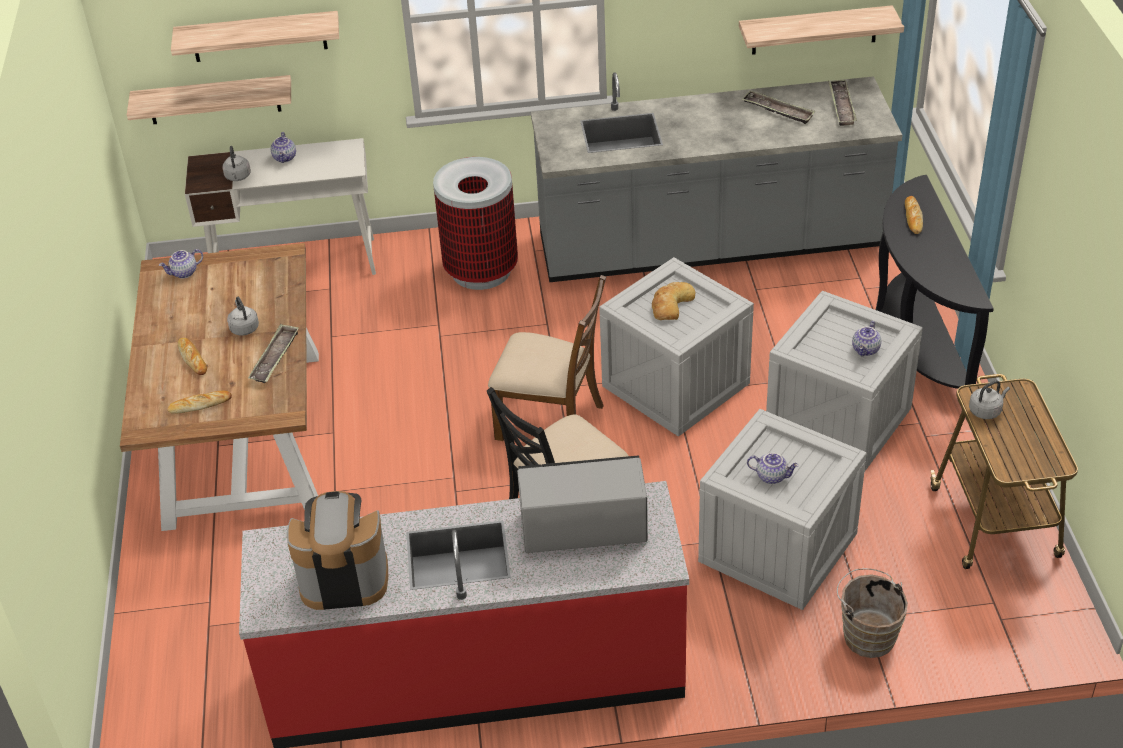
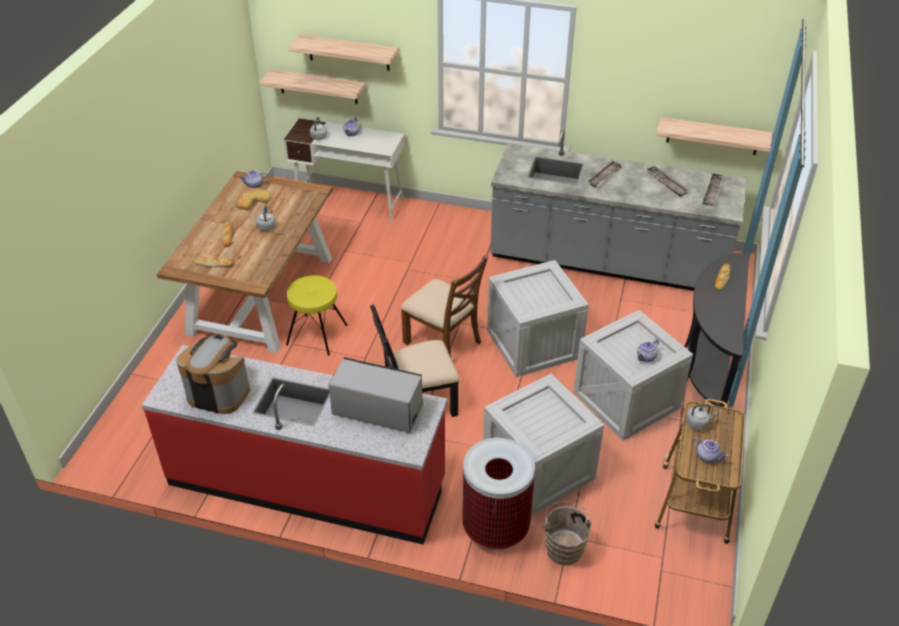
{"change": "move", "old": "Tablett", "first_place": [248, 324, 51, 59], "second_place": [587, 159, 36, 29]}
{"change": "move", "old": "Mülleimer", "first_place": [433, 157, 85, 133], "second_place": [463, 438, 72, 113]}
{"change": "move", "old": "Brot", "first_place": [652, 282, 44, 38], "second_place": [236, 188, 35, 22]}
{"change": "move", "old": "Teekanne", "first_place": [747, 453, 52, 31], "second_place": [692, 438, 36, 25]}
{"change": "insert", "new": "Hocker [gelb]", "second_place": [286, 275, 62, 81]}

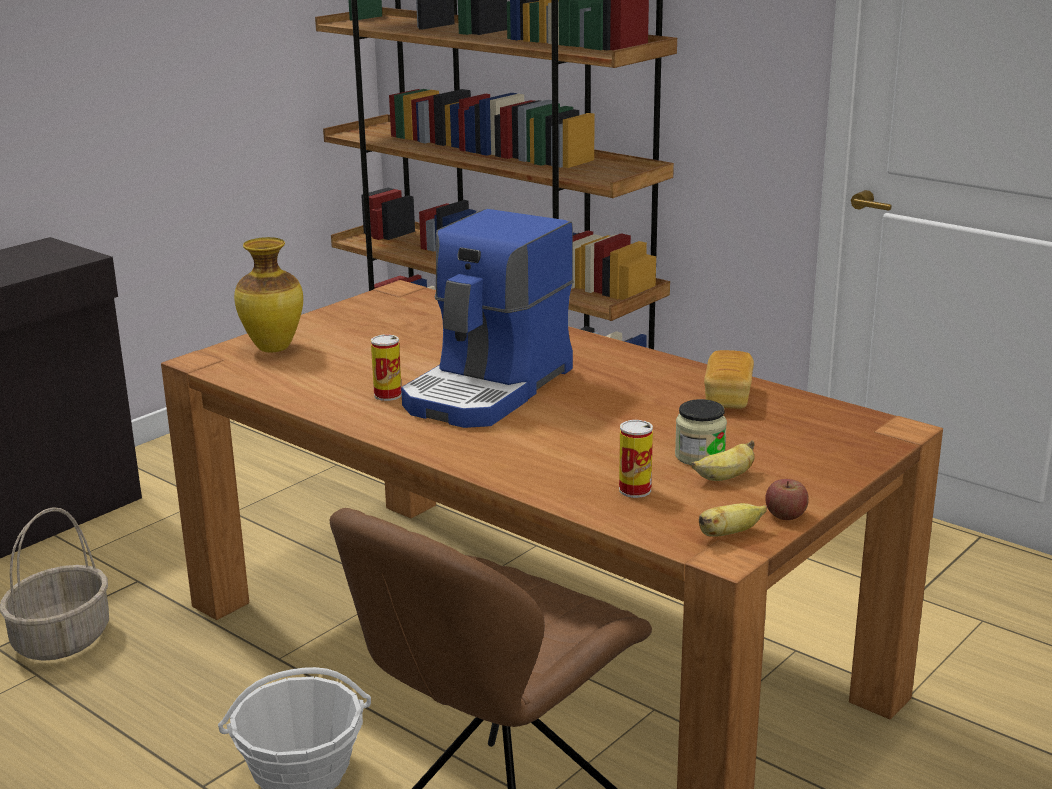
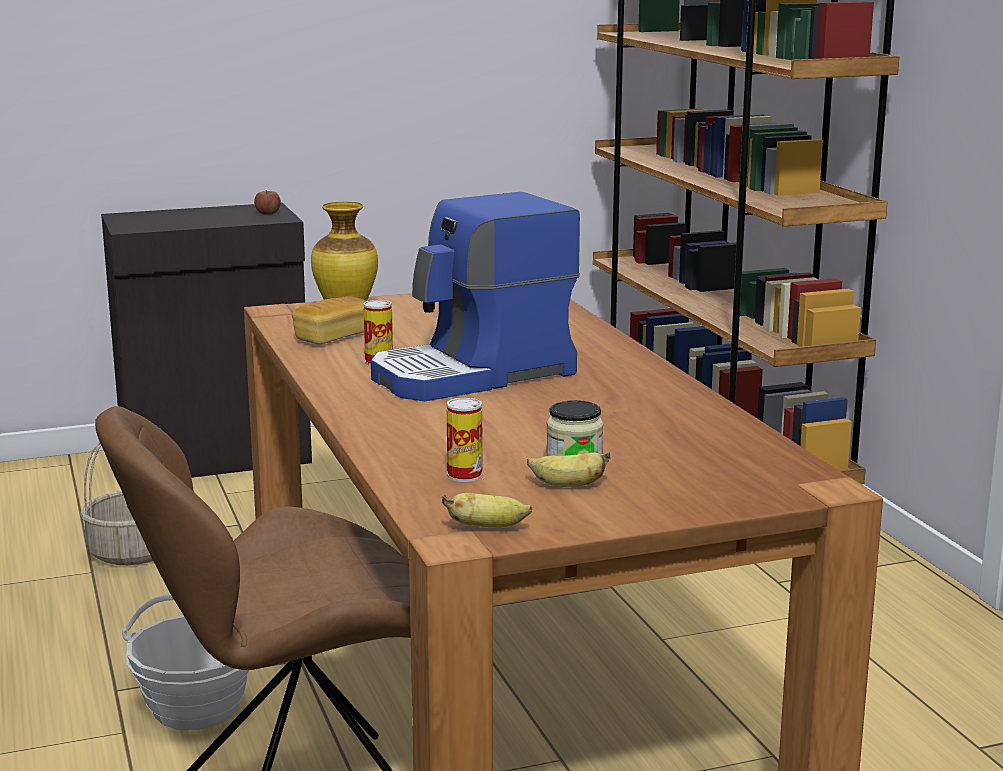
{"change": "move", "old": "Brot", "first_place": [704, 350, 50, 59], "second_place": [292, 296, 74, 48]}
{"change": "move", "old": "Apfel", "first_place": [765, 479, 44, 41], "second_place": [254, 190, 27, 25]}

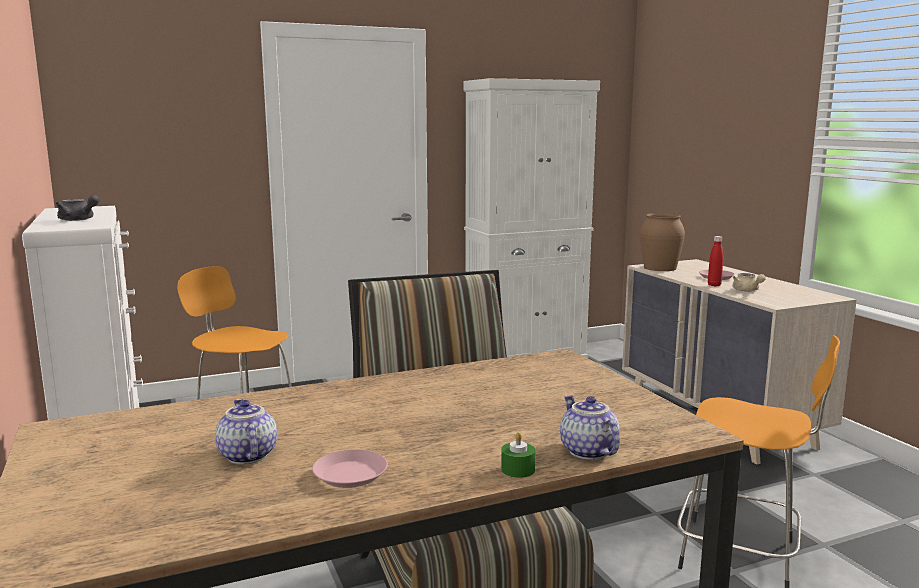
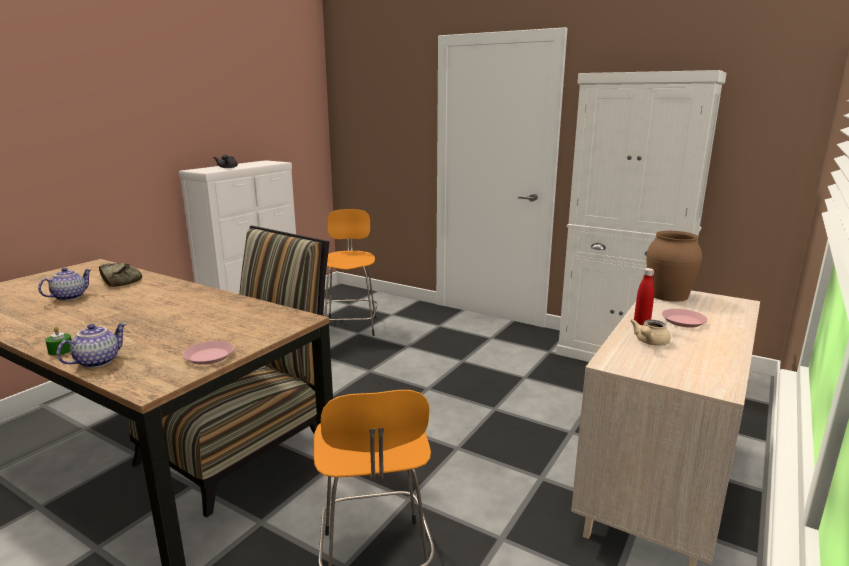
{"change": "move", "old": "Teller [rosa]", "first_place": [312, 449, 76, 39], "second_place": [183, 341, 51, 24]}
{"change": "insert", "new": "Brot", "second_place": [99, 263, 43, 24]}

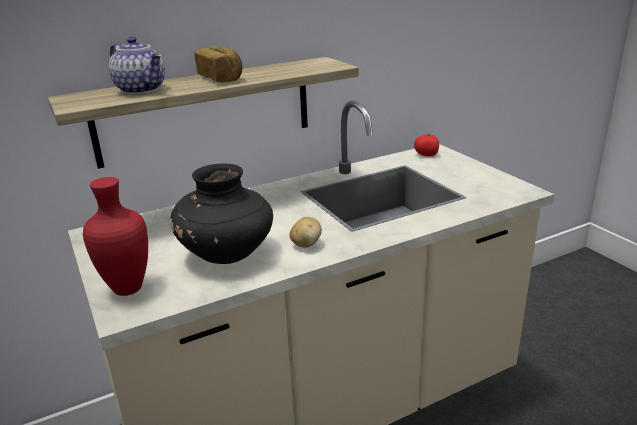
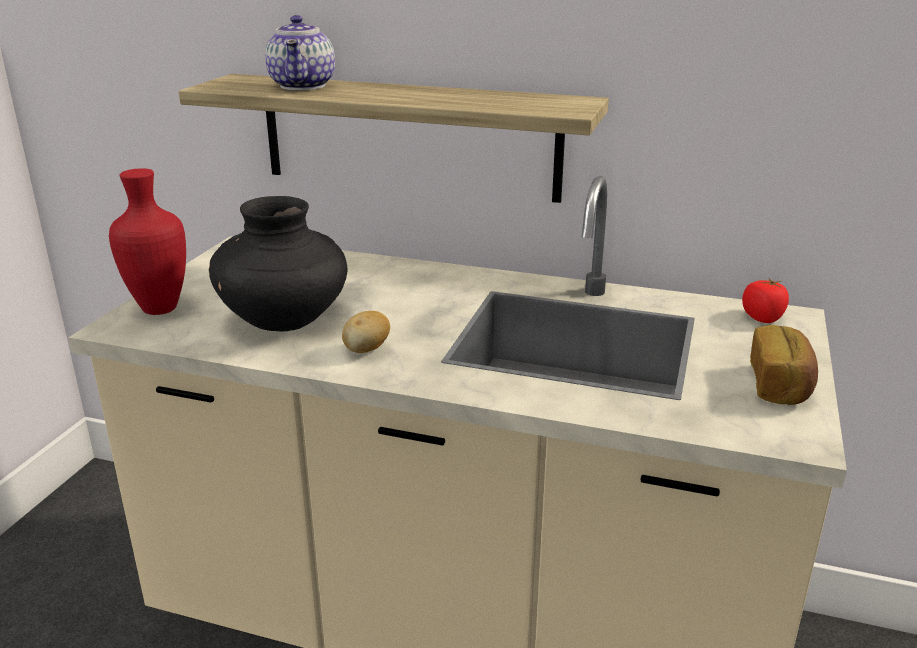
{"change": "move", "old": "Brot", "first_place": [194, 46, 48, 36], "second_place": [750, 325, 68, 80]}

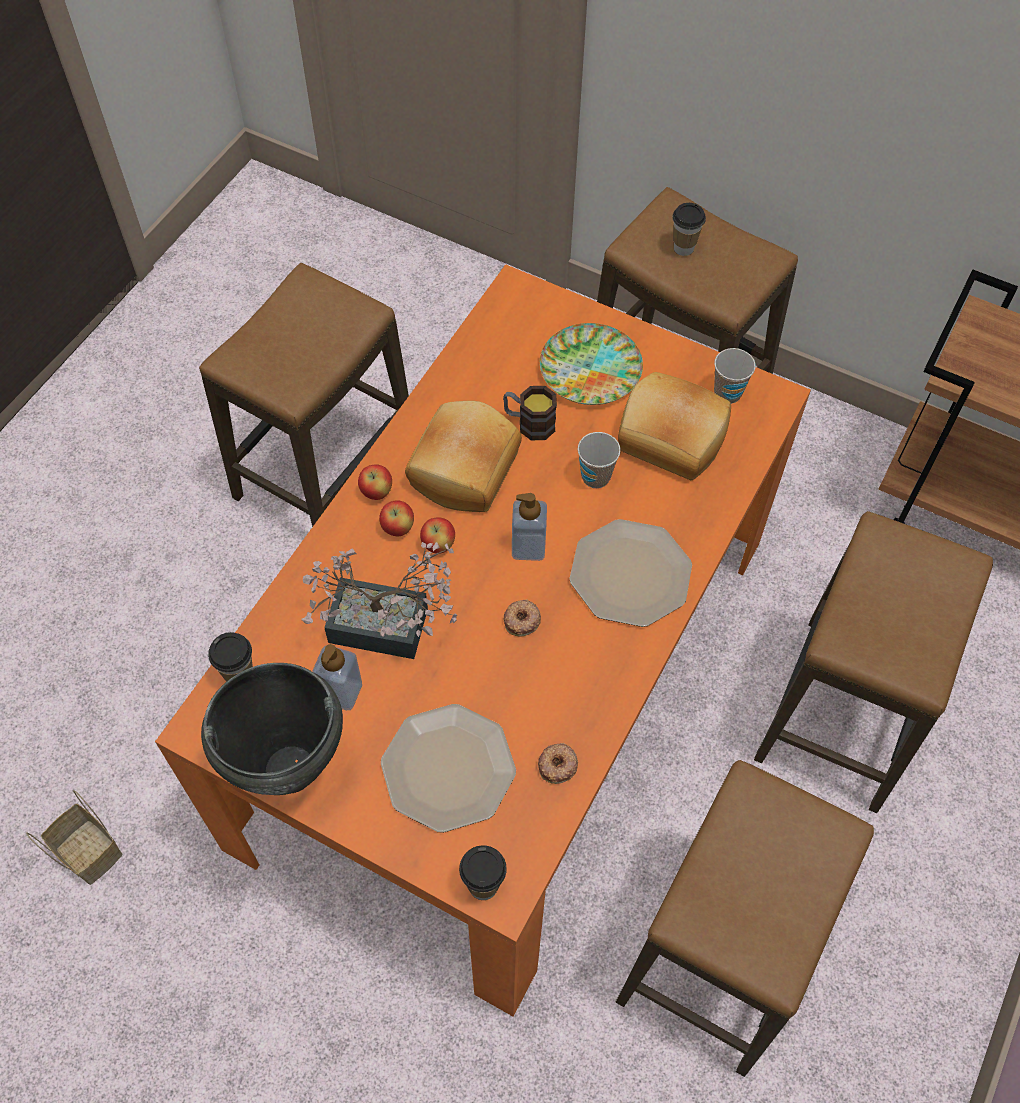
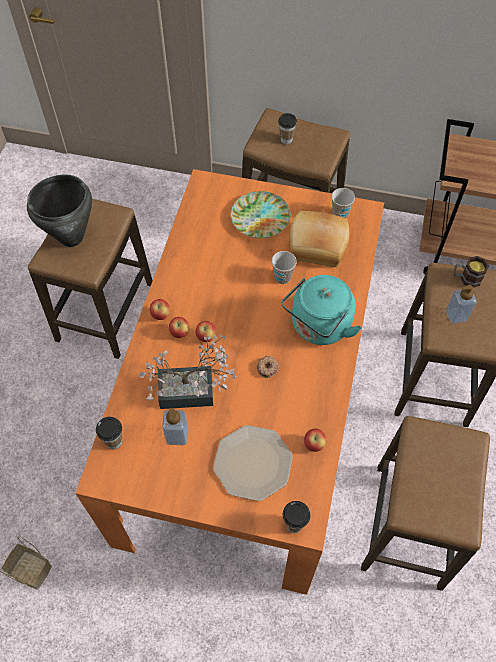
{"change": "move", "old": "Kochtopf [schwarz]", "first_place": [201, 663, 142, 132], "second_place": [27, 175, 65, 72]}
{"change": "delete", "old": "Brot", "first_place": [405, 401, 117, 111]}
{"change": "move", "old": "Henkelbecher", "first_place": [503, 386, 54, 54], "second_place": [453, 256, 36, 32]}
{"change": "move", "old": "Seifenspender", "first_place": [512, 493, 35, 68], "second_place": [446, 285, 31, 39]}
{"change": "replace", "old": "Donut", "new": "Apfel", "first_place": [538, 743, 40, 41], "second_place": [304, 428, 22, 24]}
{"change": "replace", "old": "Teller", "new": "Wasserkessel [türkis]", "first_place": [569, 519, 123, 108], "second_place": [282, 275, 80, 70]}

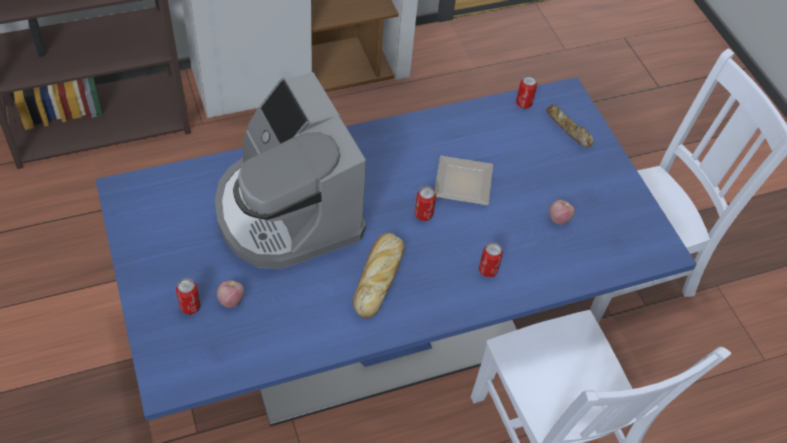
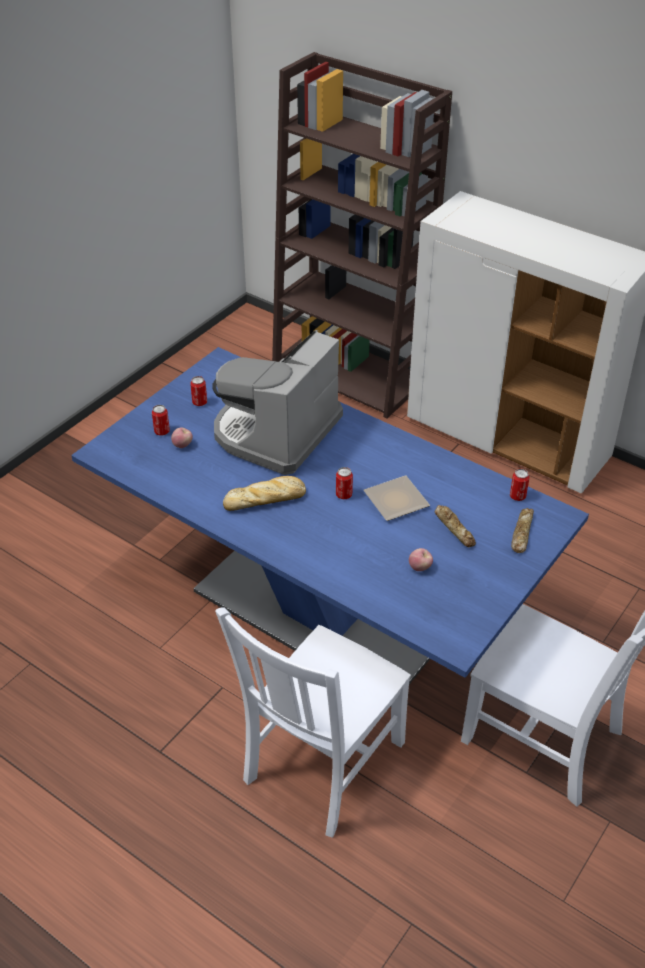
{"change": "move", "old": "Dose", "first_place": [479, 242, 24, 35], "second_place": [190, 376, 17, 30]}
{"change": "insert", "new": "Brot", "second_place": [435, 505, 41, 43]}

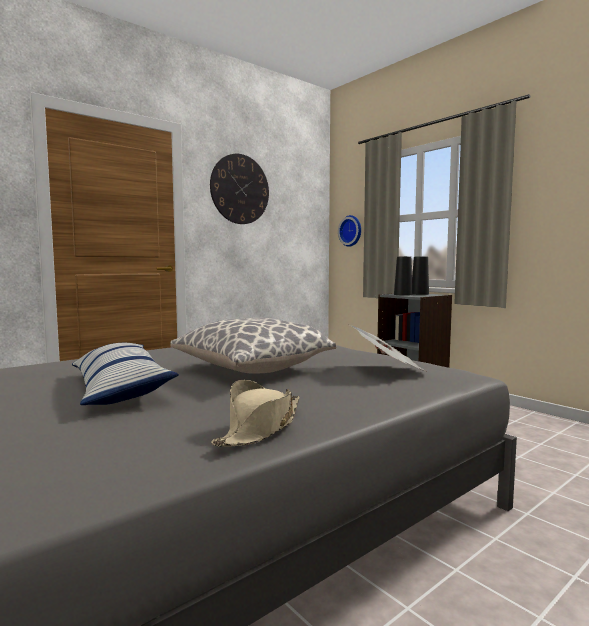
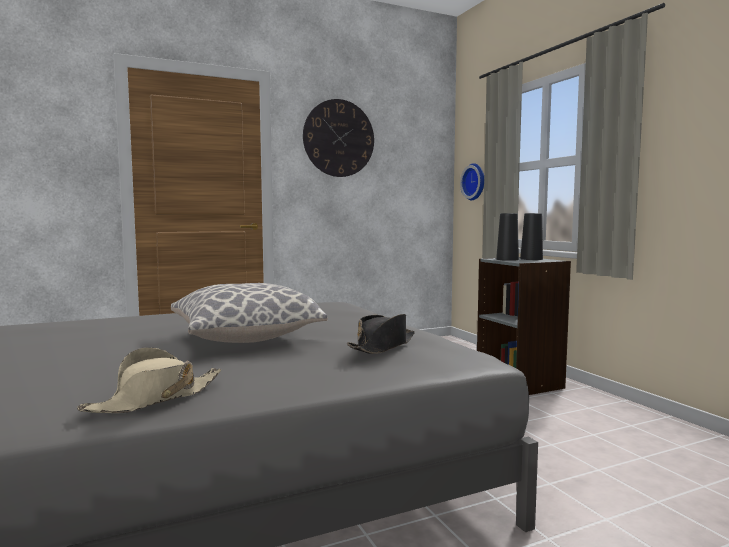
{"change": "delete", "old": "Kissen", "first_place": [72, 343, 107, 62]}
{"change": "replace", "old": "Zeitung", "new": "Hut [schwarz]", "first_place": [350, 325, 75, 46], "second_place": [347, 314, 68, 40]}

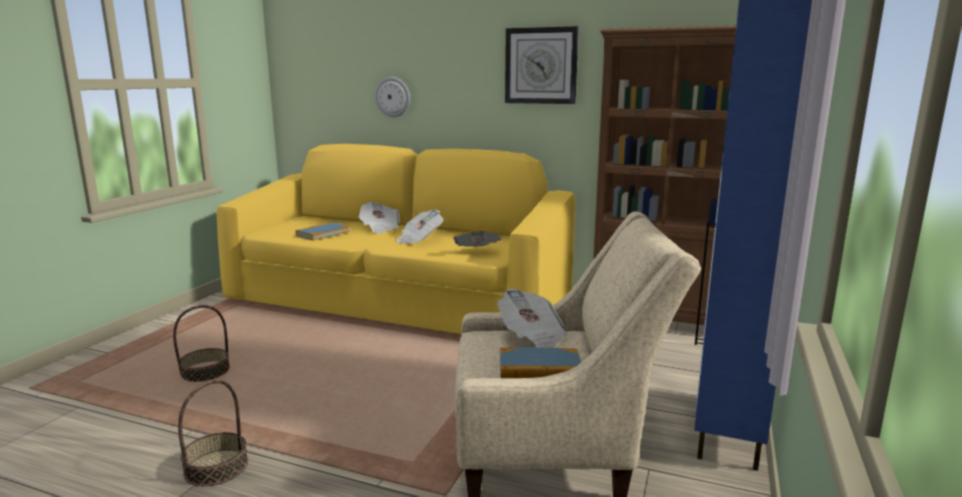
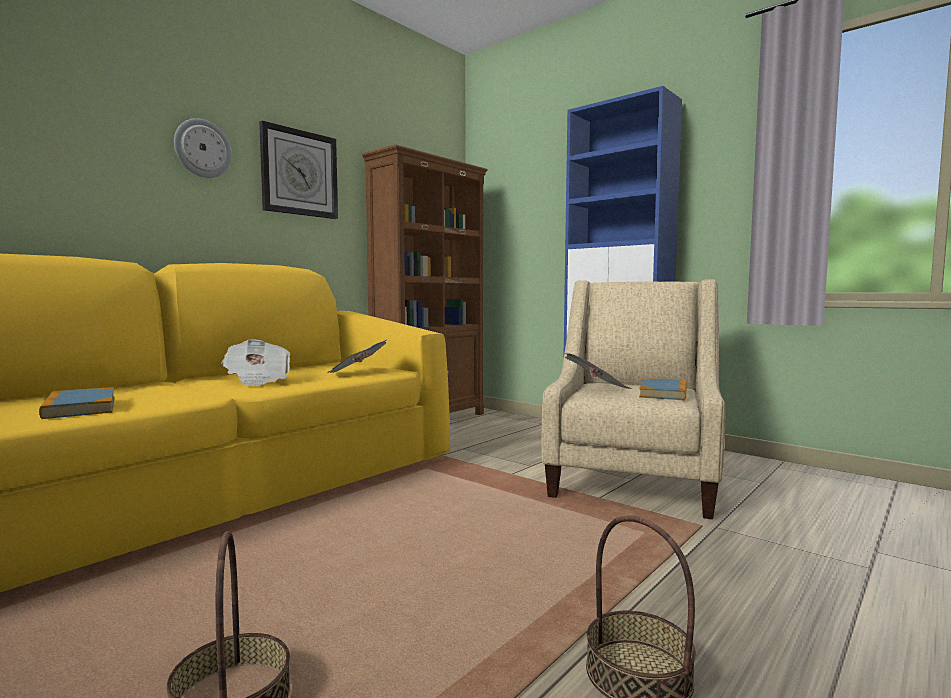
{"change": "delete", "old": "Zeitung", "first_place": [358, 201, 42, 33]}
{"change": "move", "old": "Wanduhr", "first_place": [375, 77, 35, 40], "second_place": [174, 118, 58, 60]}

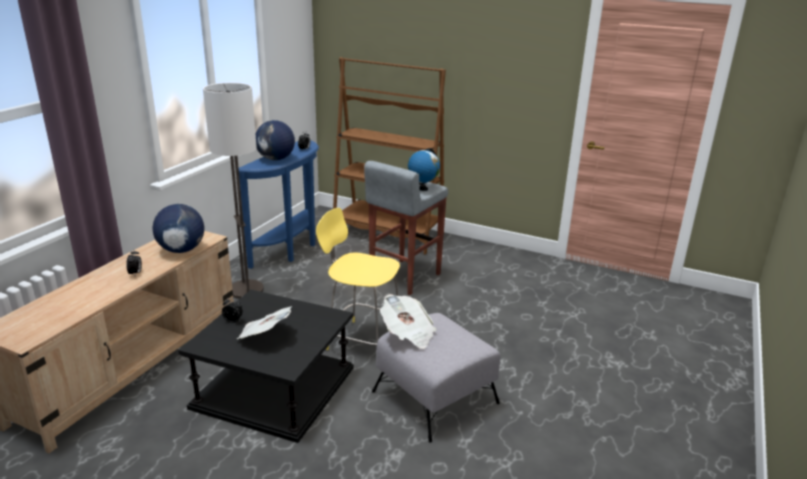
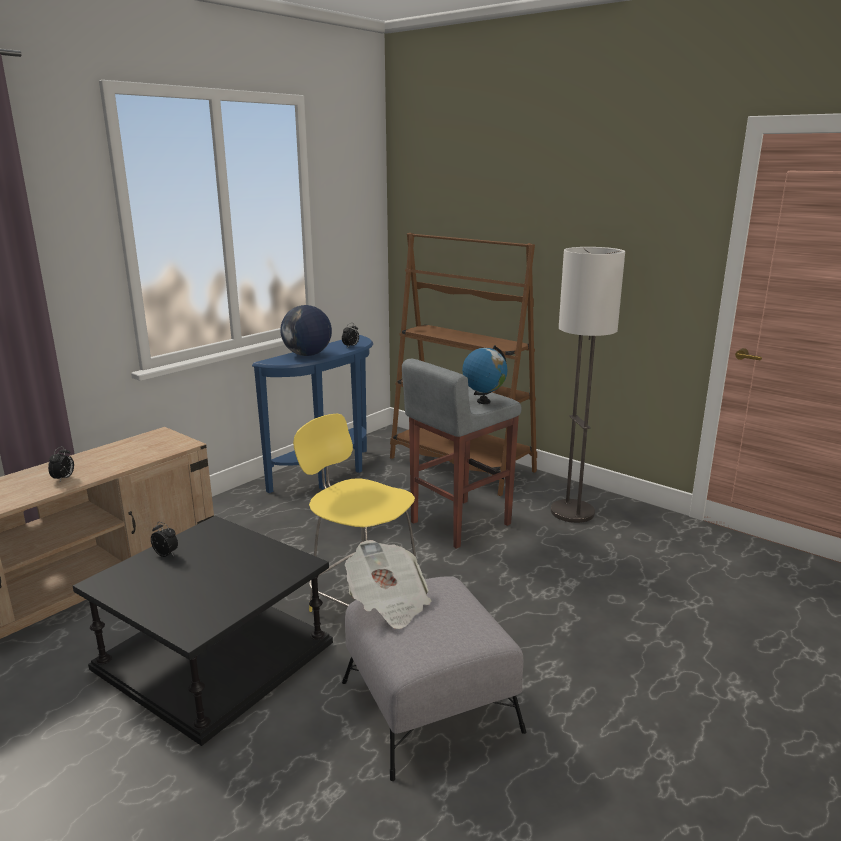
{"change": "delete", "old": "Globus", "first_place": [153, 204, 51, 49]}
{"change": "move", "old": "Stehlampe", "first_place": [203, 83, 61, 216], "second_place": [551, 247, 74, 276]}
{"change": "delete", "old": "Zeitung", "first_place": [237, 306, 55, 33]}

